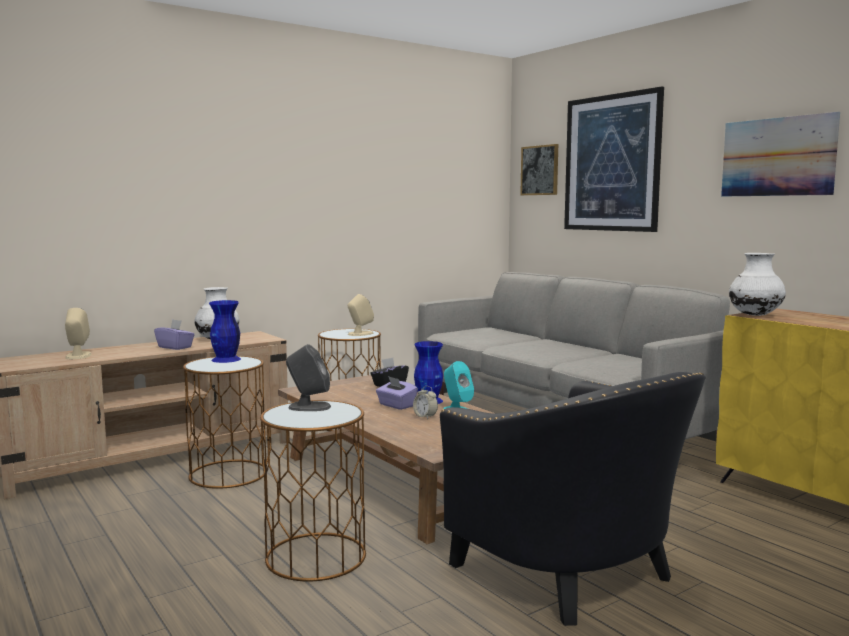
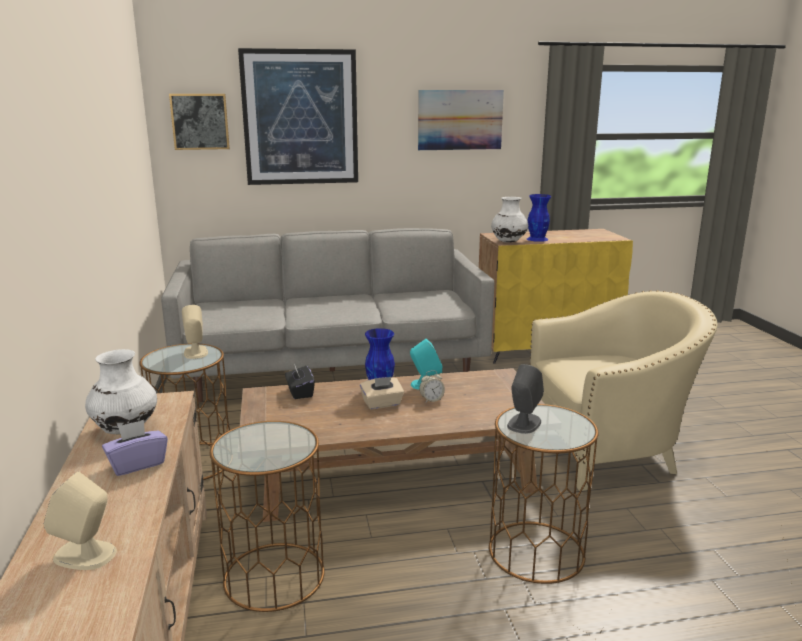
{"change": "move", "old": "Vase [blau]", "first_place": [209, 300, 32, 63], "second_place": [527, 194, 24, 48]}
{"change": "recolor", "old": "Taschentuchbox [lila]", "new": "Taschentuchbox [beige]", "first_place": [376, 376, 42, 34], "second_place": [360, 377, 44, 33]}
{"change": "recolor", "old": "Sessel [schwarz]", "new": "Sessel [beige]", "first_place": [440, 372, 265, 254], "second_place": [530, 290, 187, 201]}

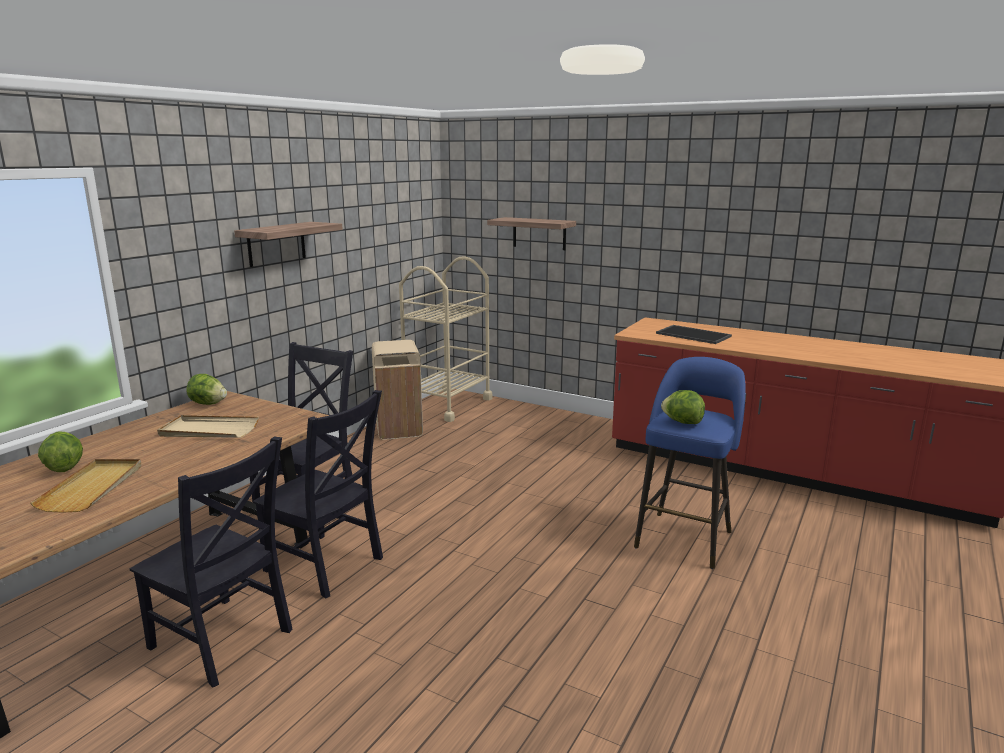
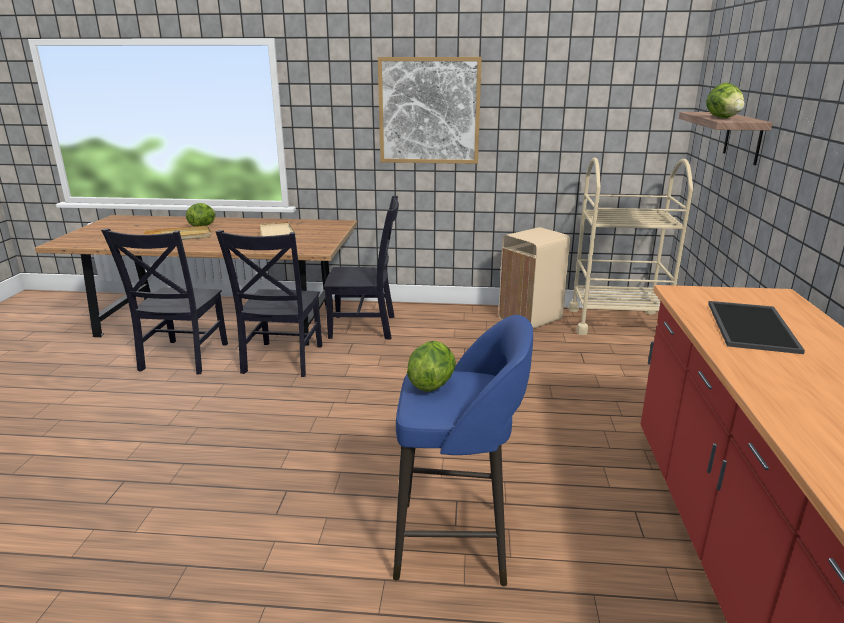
{"change": "move", "old": "Salatkopf", "first_place": [186, 374, 41, 31], "second_place": [706, 83, 39, 35]}
{"change": "replace", "old": "Wandregal", "new": "Bild", "first_place": [234, 222, 109, 45], "second_place": [378, 57, 104, 107]}

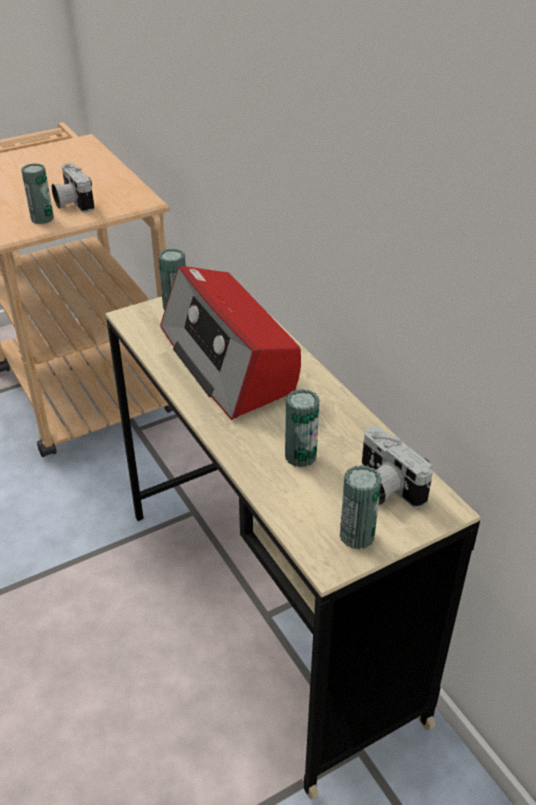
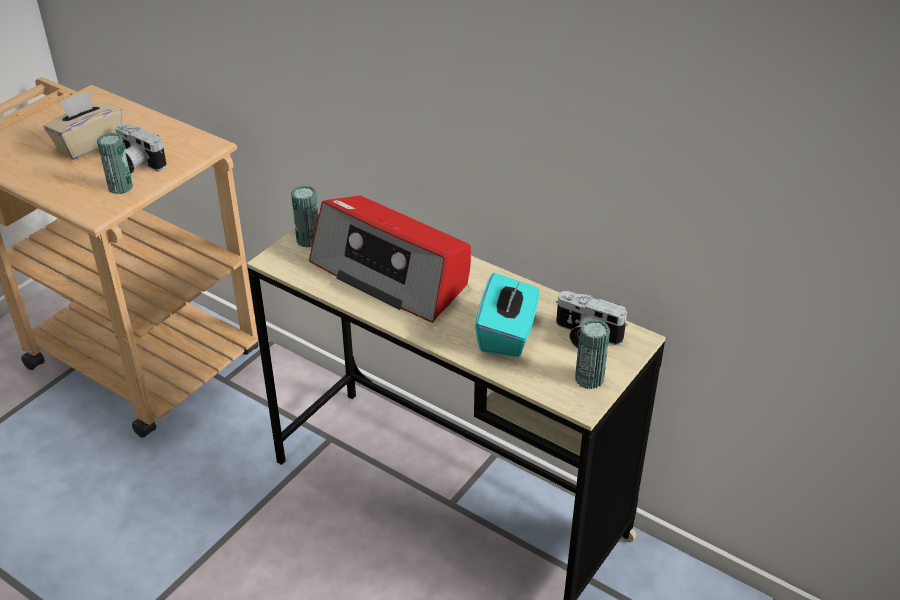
{"change": "replace", "old": "Dose", "new": "Taschentuchbox [türkis]", "first_place": [285, 389, 34, 78], "second_place": [475, 273, 64, 84]}
{"change": "insert", "new": "Taschentuchbox [beige]", "second_place": [43, 91, 79, 69]}

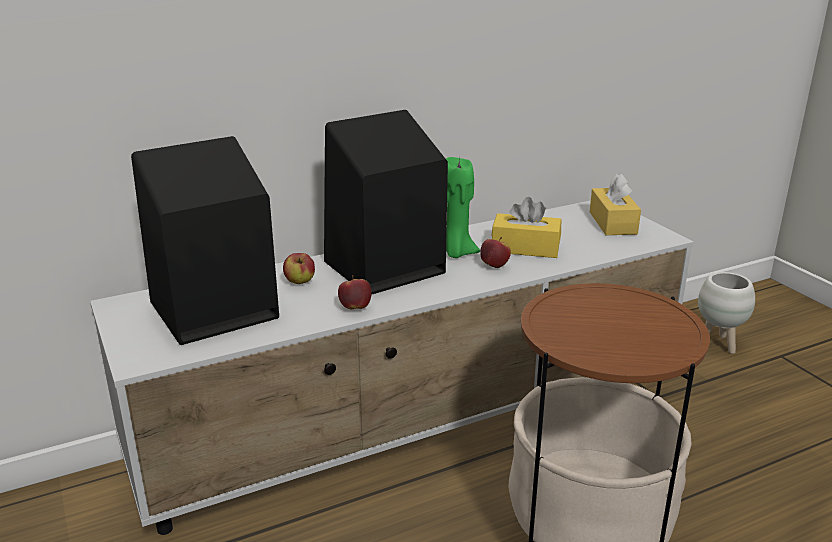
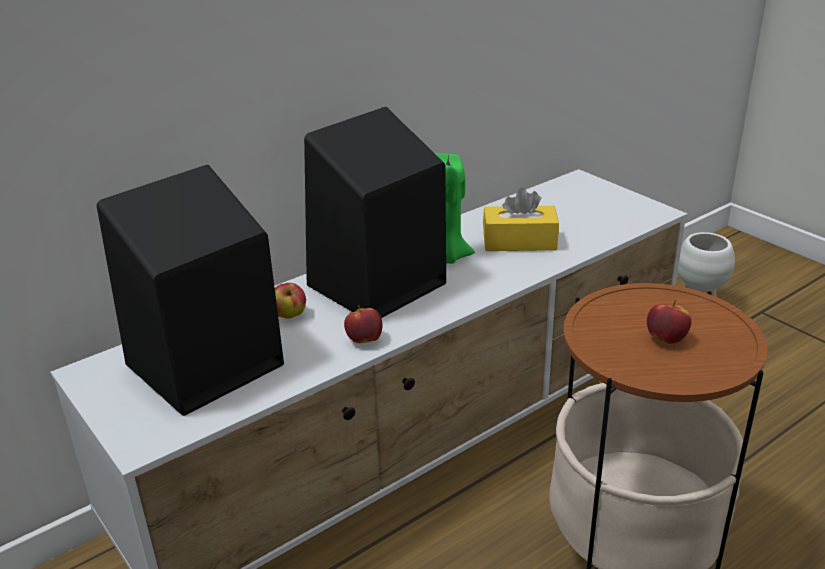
{"change": "move", "old": "Apfel", "first_place": [480, 237, 31, 31], "second_place": [647, 300, 45, 44]}
{"change": "delete", "old": "Taschentuchbox [gelb]", "first_place": [590, 174, 51, 61]}

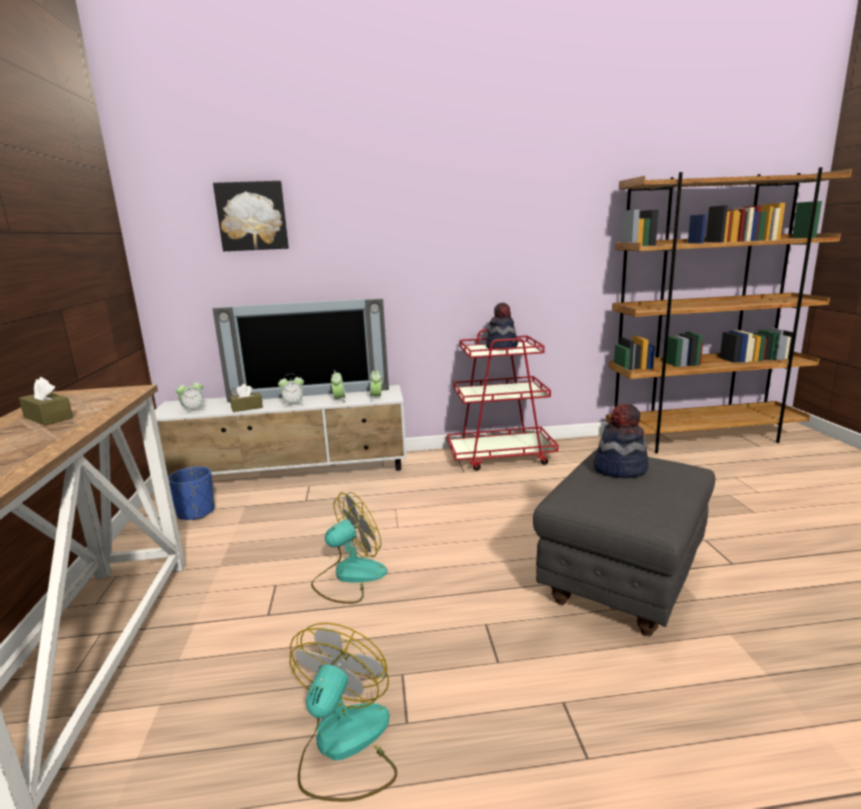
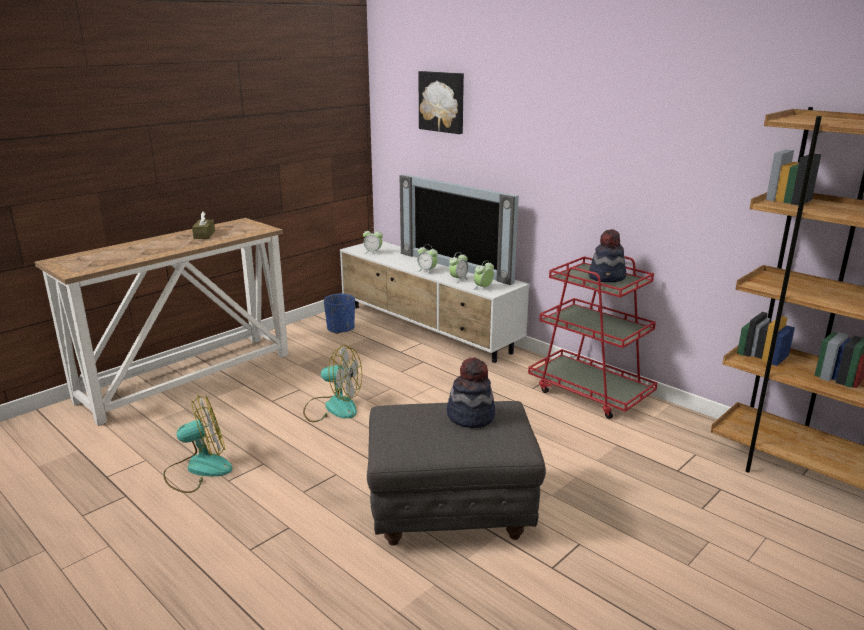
{"change": "delete", "old": "Taschentuchbox [braun]", "first_place": [230, 384, 33, 28]}

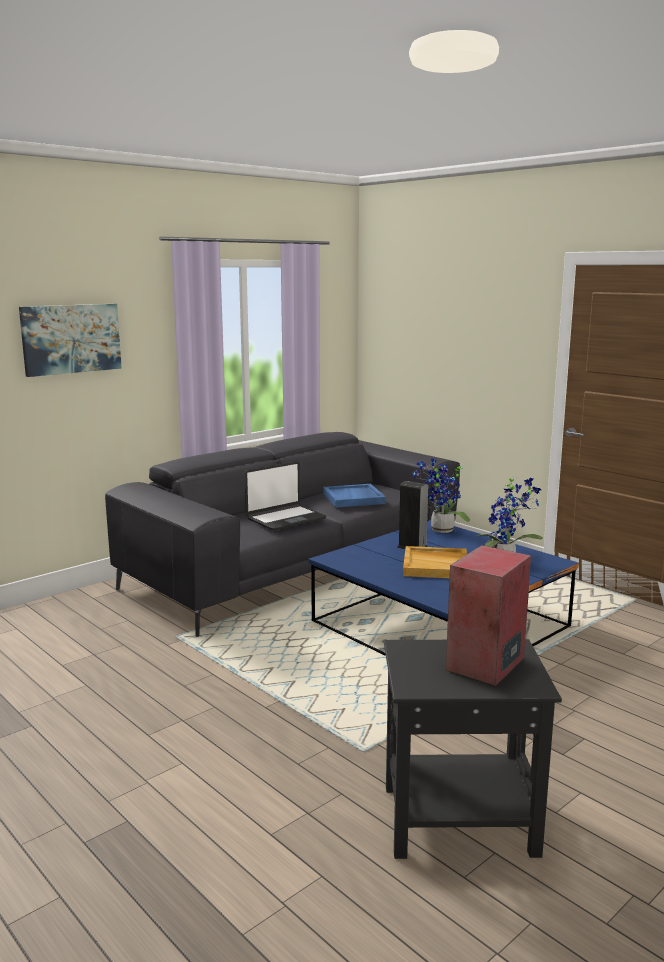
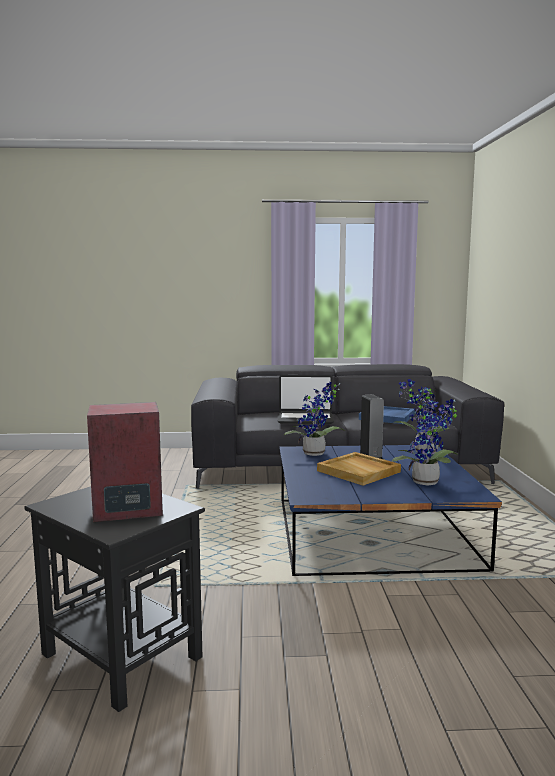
{"change": "delete", "old": "Bild", "first_place": [19, 304, 103, 73]}
{"change": "insert", "new": "Topfpflanze", "second_place": [284, 382, 61, 74]}

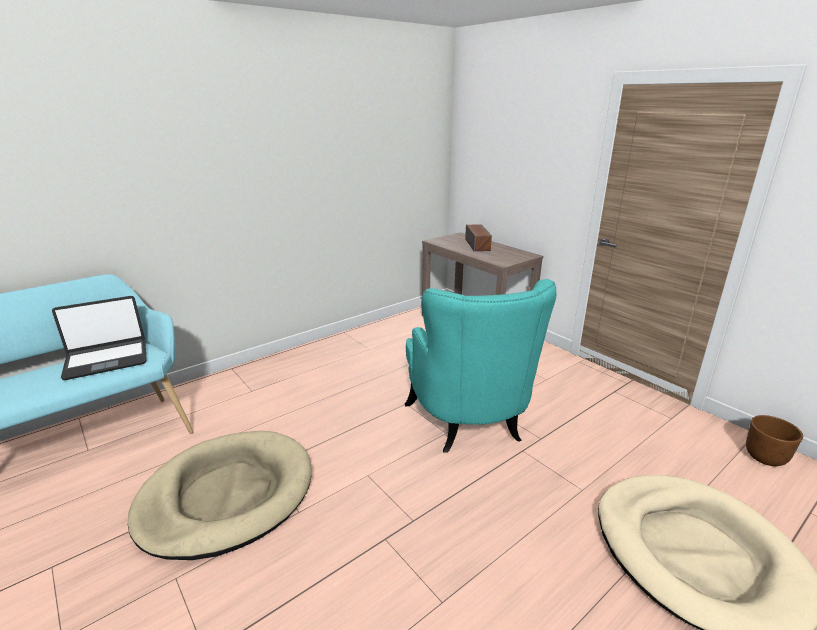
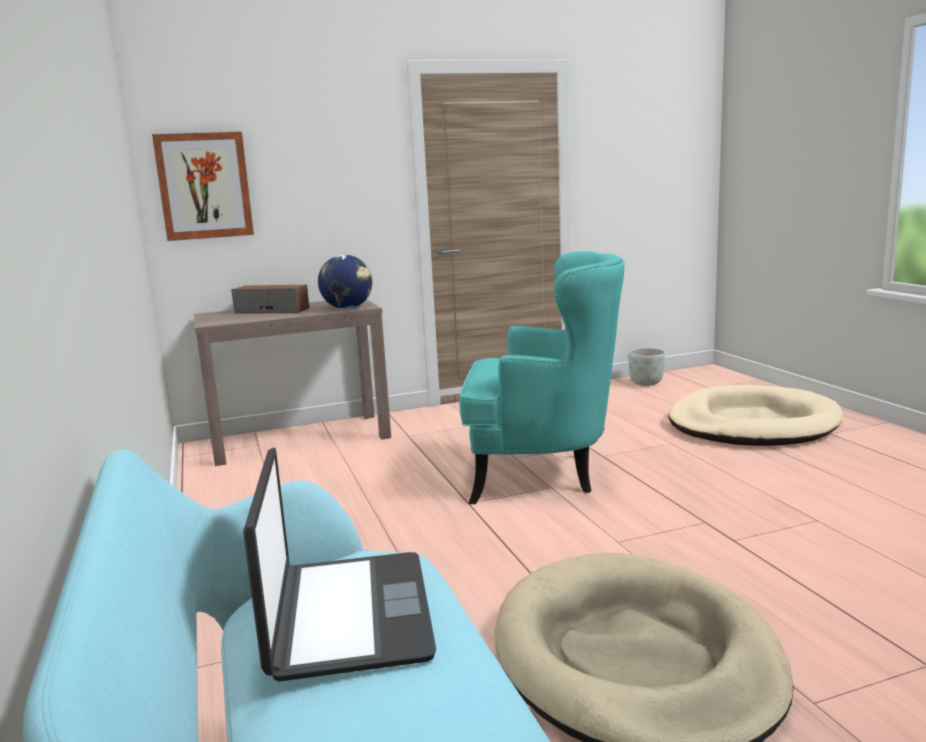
{"change": "recolor", "old": "Pflanzkübel [braun]", "new": "Pflanzkübel [grau]", "first_place": [746, 415, 57, 51], "second_place": [628, 348, 37, 38]}
{"change": "insert", "new": "Bild", "second_place": [152, 132, 102, 109]}
{"change": "insert", "new": "Globus", "second_place": [318, 255, 54, 54]}

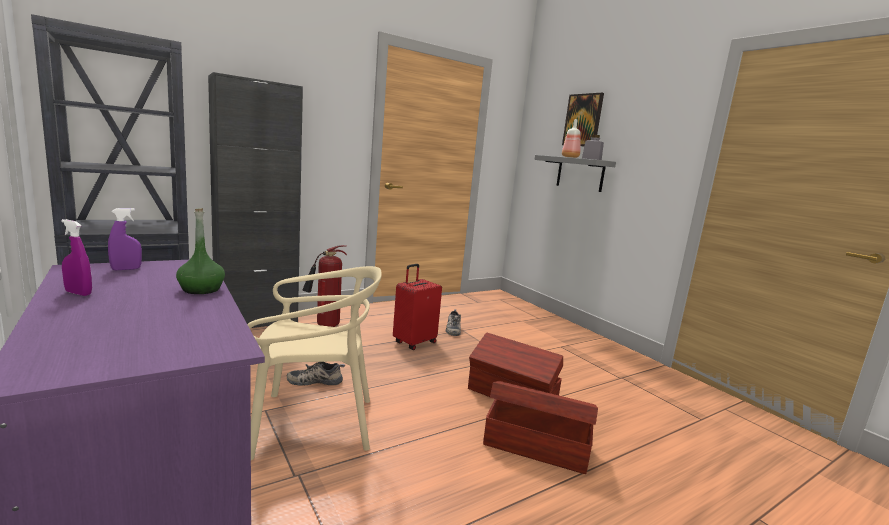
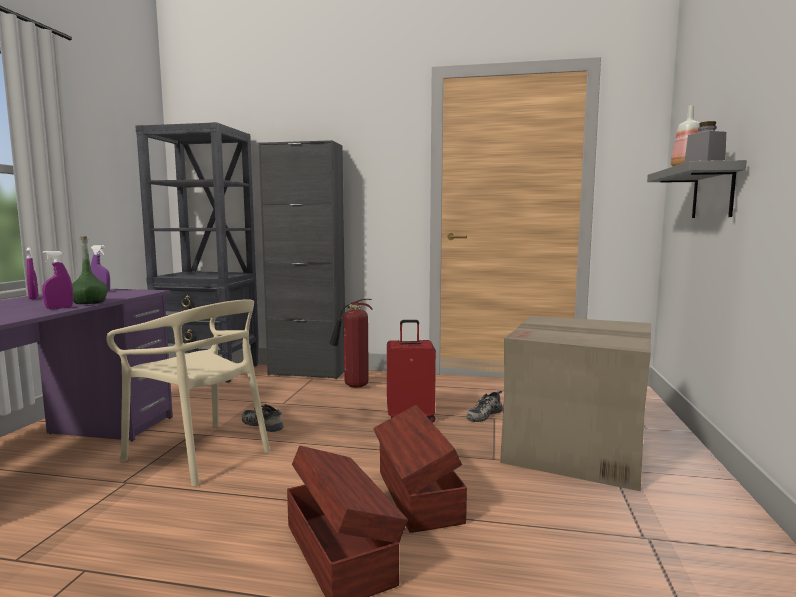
{"change": "delete", "old": "Bild", "first_place": [562, 93, 42, 53]}
{"change": "insert", "new": "Sprühflasche [lila]", "second_place": [42, 251, 31, 58]}
{"change": "insert", "new": "Karton", "second_place": [500, 316, 151, 175]}

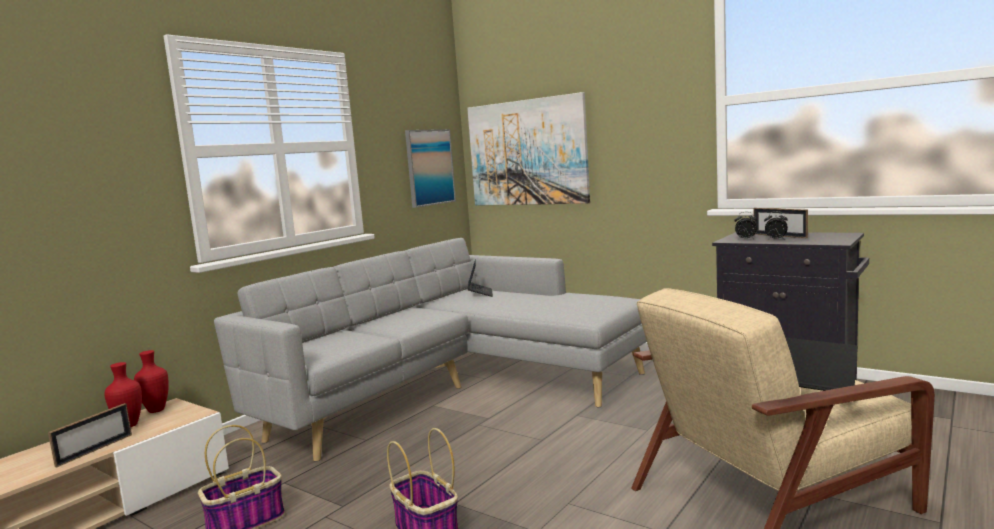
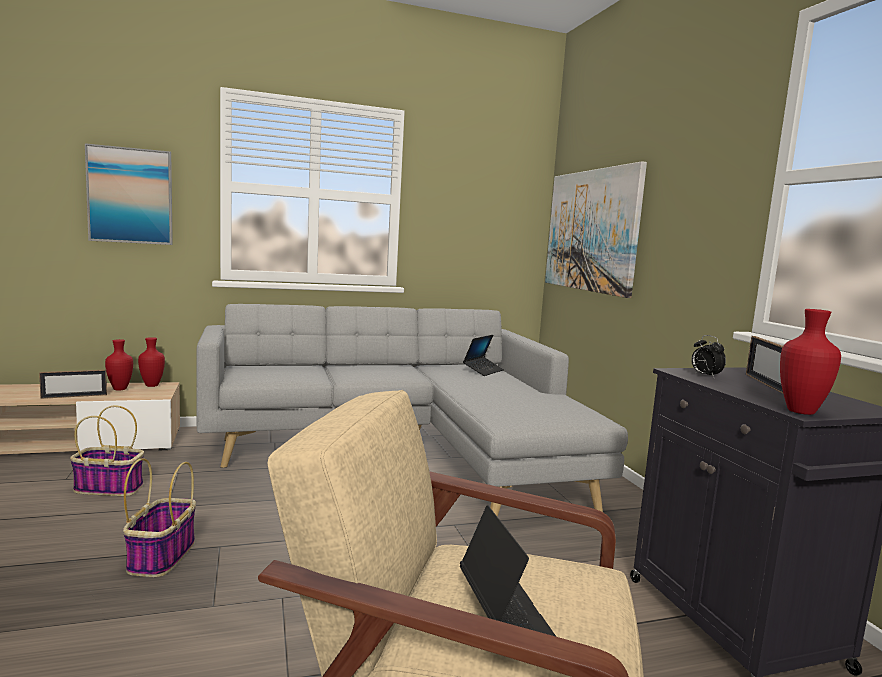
{"change": "move", "old": "Bild", "first_place": [405, 129, 51, 79], "second_place": [85, 143, 88, 102]}
{"change": "delete", "old": "Wecker", "first_place": [764, 211, 24, 29]}
{"change": "insert", "new": "Vase [rot]", "second_place": [780, 309, 61, 106]}

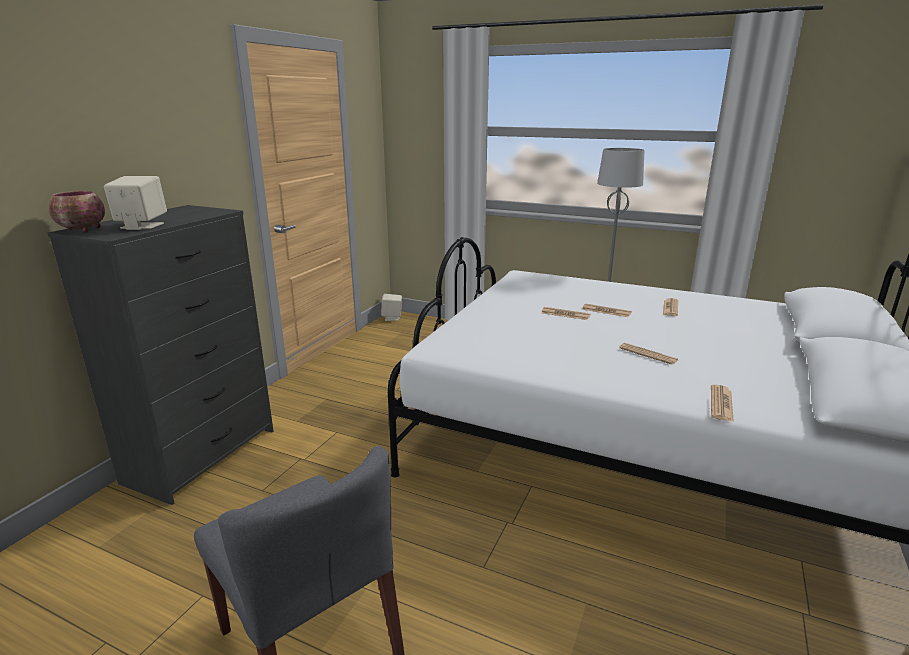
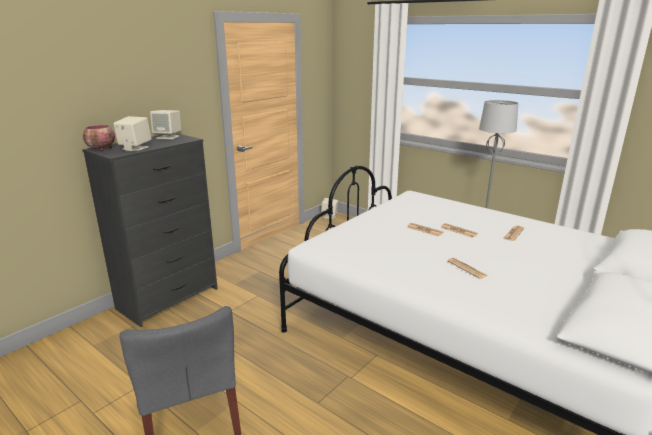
{"change": "delete", "old": "Zeitung", "first_place": [711, 385, 23, 37]}
{"change": "insert", "new": "Lautsprecher [beige]", "second_place": [150, 110, 31, 29]}

